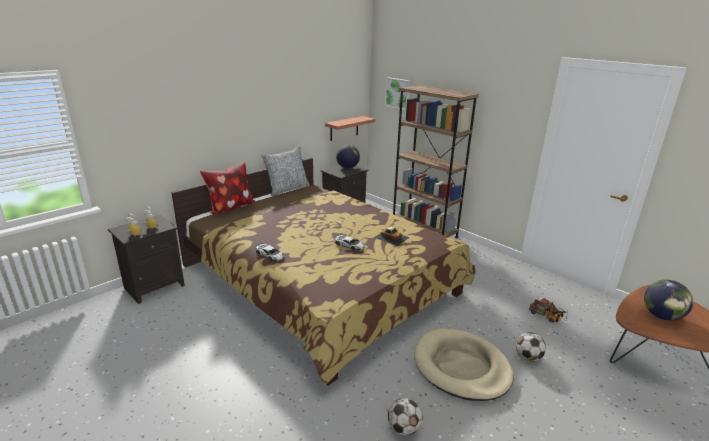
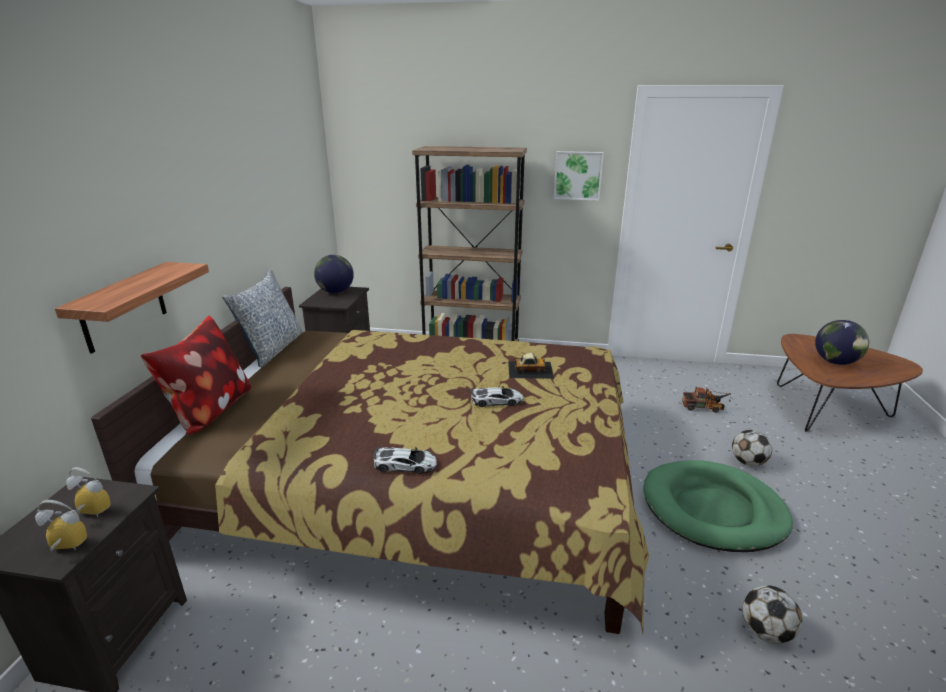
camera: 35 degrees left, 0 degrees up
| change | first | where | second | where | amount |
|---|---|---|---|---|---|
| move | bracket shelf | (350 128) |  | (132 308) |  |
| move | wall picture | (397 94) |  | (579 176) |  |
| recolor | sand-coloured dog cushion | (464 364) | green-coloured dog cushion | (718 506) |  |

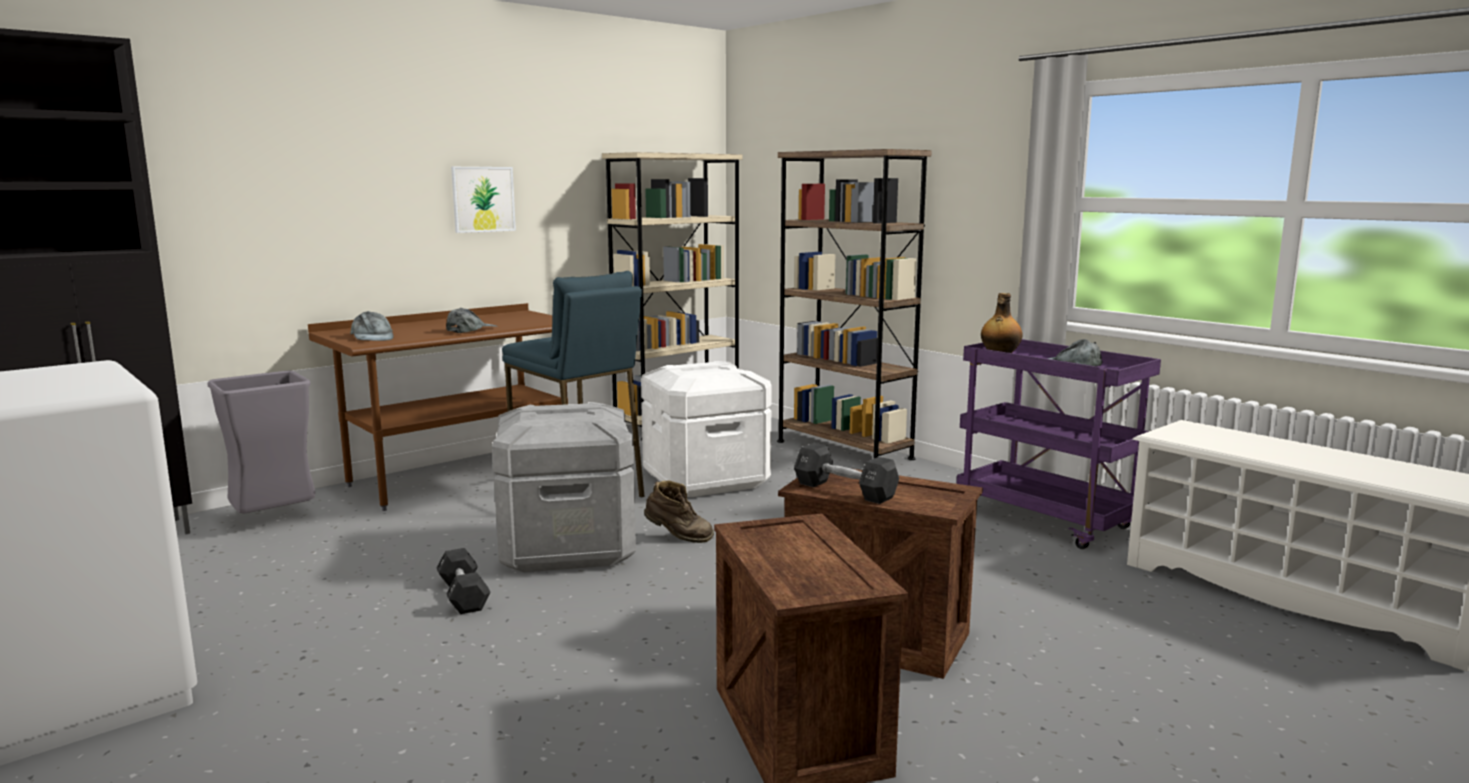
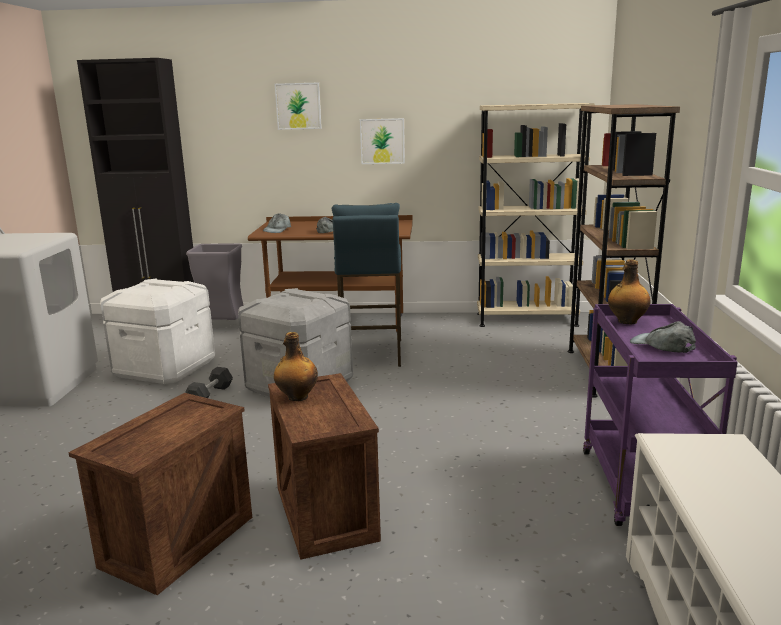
camera: 45 degrees right, 5 degrees up
| change | first | where | second | where | amount |
|---|---|---|---|---|---|
| move | white-coloured storage box | (706 429) |  | (157 331) |  |
| delete | brownish high-top boot | (679 511) |  |  |  |
| replace | blackish free weight | (846 473) | beverage bottle | (296 366) |  |
| insert |  |  | wall picture | (298 106) |  |

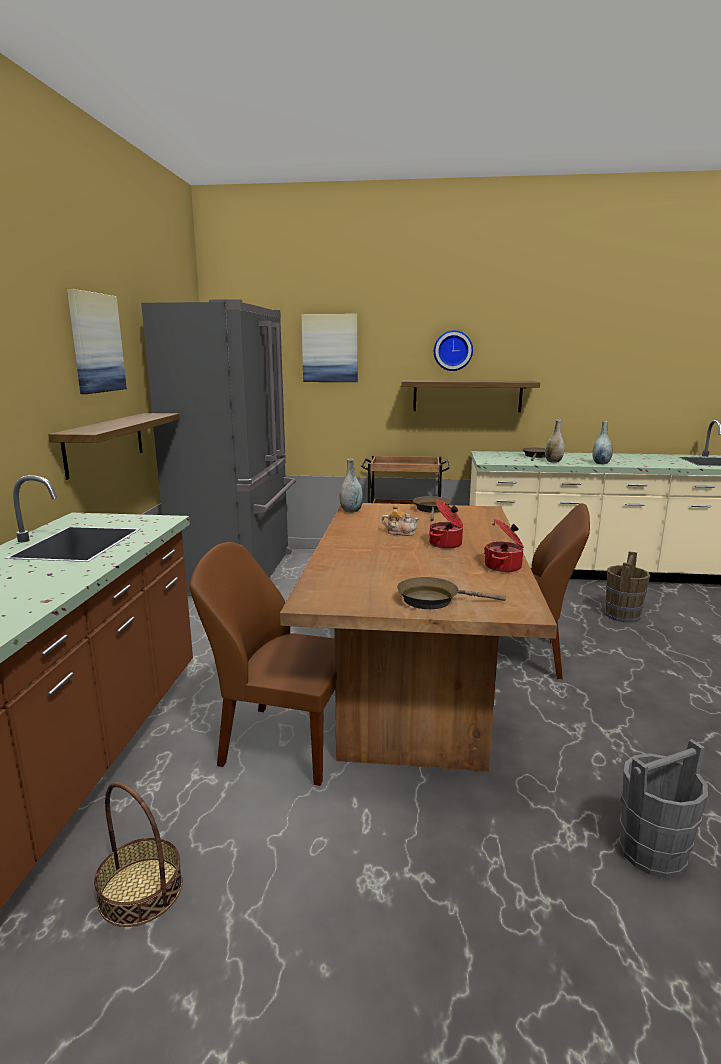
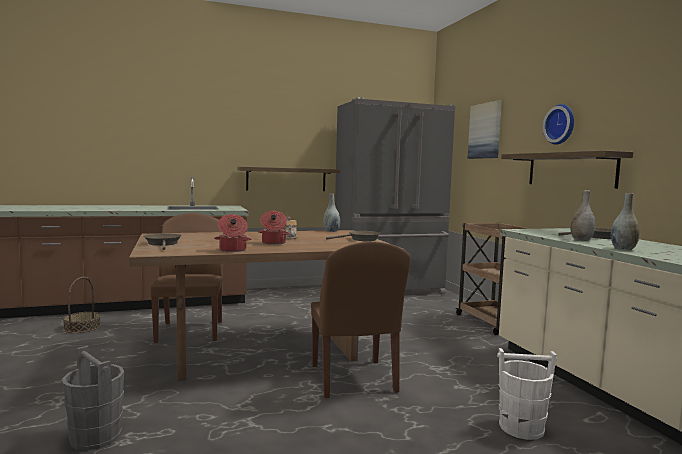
camera: 65 degrees right, 10 degrees down
| change | first | where | second | where | amount |
|---|---|---|---|---|---|
| delete | wall picture | (97 341) |  |  |  |
| recolor | brownish water bucket | (627 587) | white-coloured water bucket | (527 394) |  |

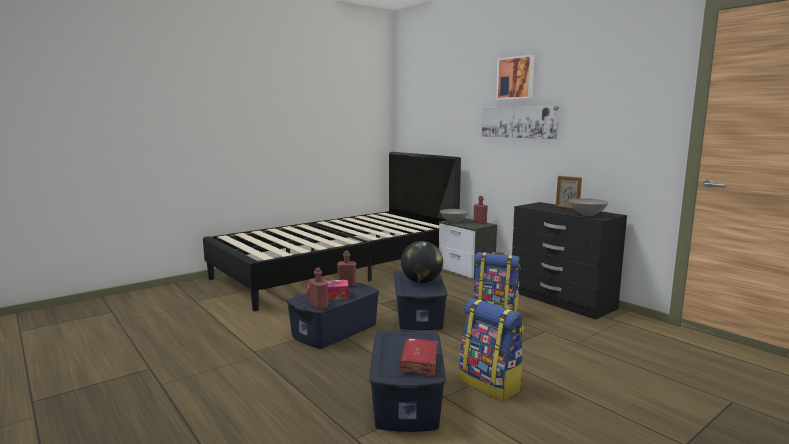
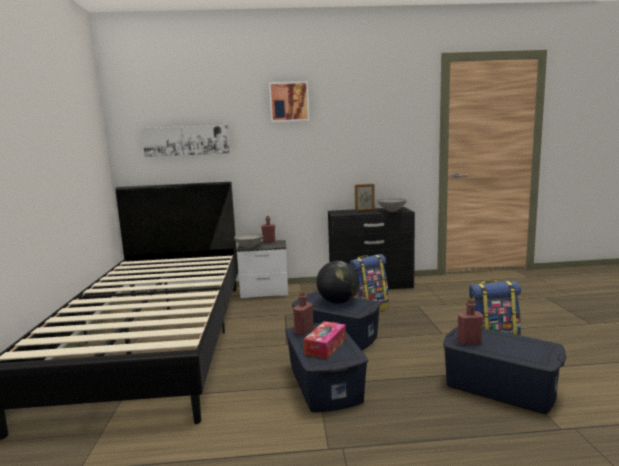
camera: 55 degrees left, 0 degrees up
| change | first | where | second | where | amount |
|---|---|---|---|---|---|
| move | reddish beverage bottle | (318 289) |  | (470 322) |  |
| delete | reddish book | (419 357) |  |  |  |
| move | wall picture | (520 122) |  | (186 141) |  |

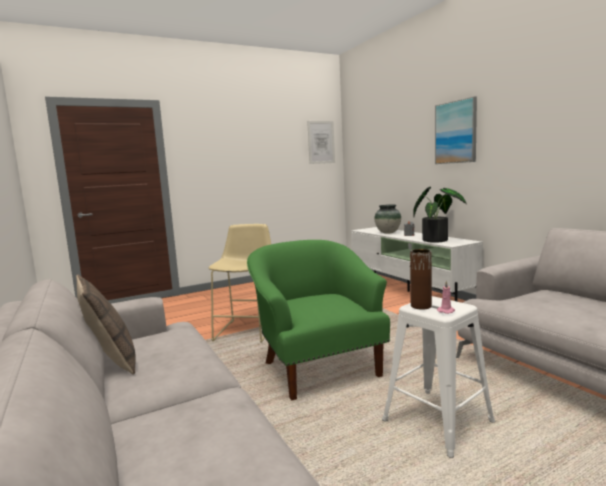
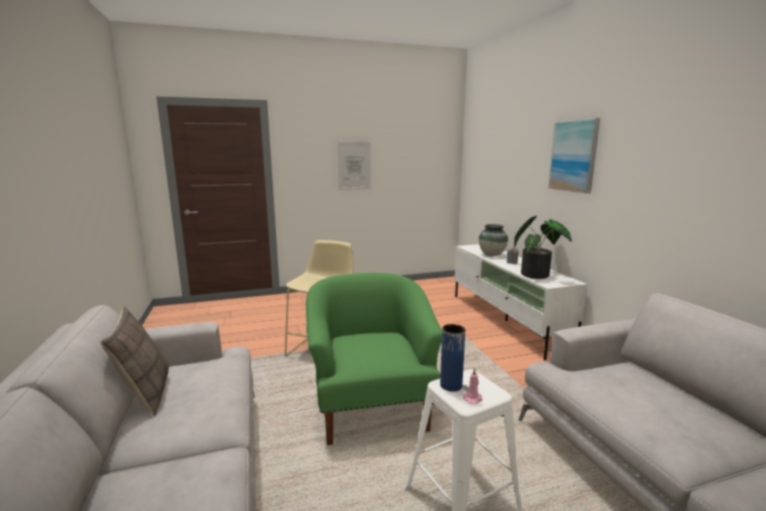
camera: 10 degrees right, 5 degrees up
| change | first | where | second | where | amount |
|---|---|---|---|---|---|
| move | wall picture | (321 142) |  | (354 166) |  |
| recolor | brownish decorative vase | (421 279) | blue-coloured decorative vase | (452 358) |  |

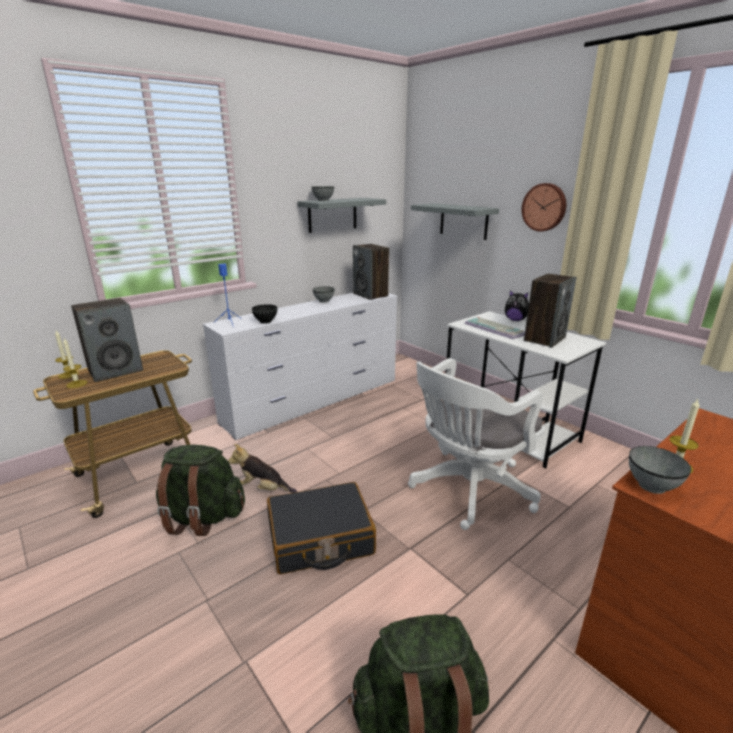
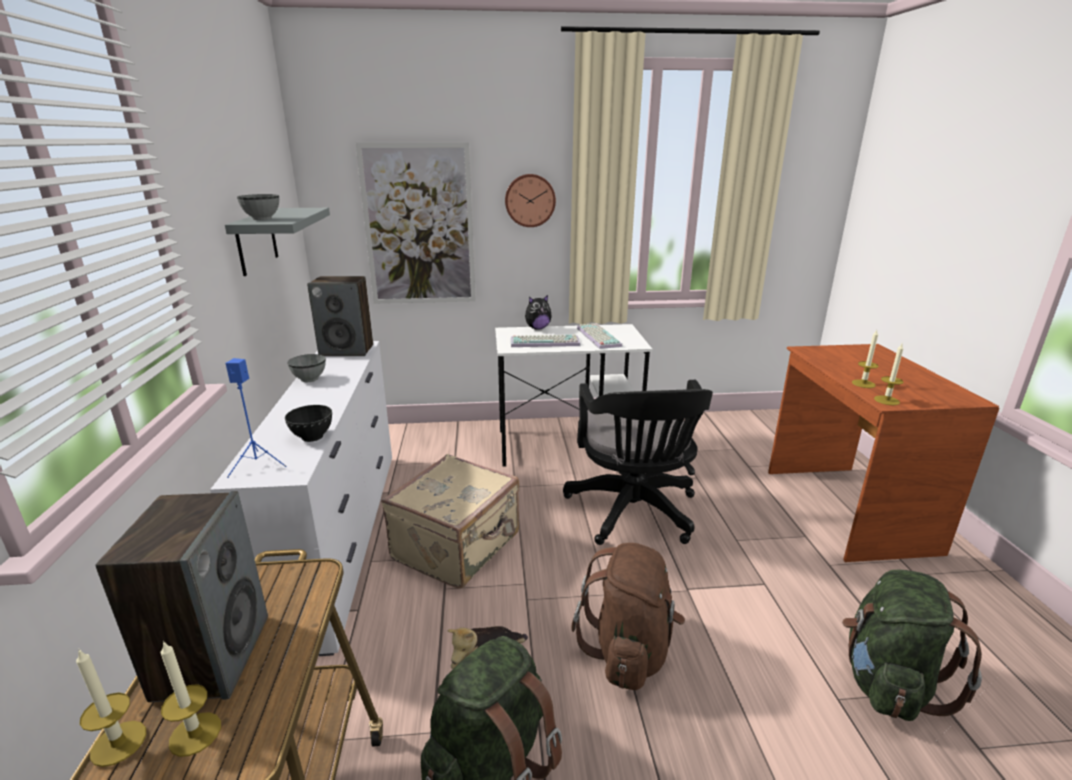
camera: 55 degrees left, 0 degrees up
| change | first | where | second | where | amount |
|---|---|---|---|---|---|
| replace | blackish piece of luggage | (321 528) | brownish knapsack | (628 616) |  |
| recolor | white-coloured computer chair | (476 444) | blackish computer chair | (638 462) |  |
| replace | greyish bracket shelf | (455 221) | wall picture | (416 223) |  |
| replace | speaker | (550 310) | keyboard | (600 336) |  |
| replace | greyish serving bowl | (660 470) | candle | (889 374) |  |
| insert |  |  | sand-coloured piece of luggage | (450 521) |  |

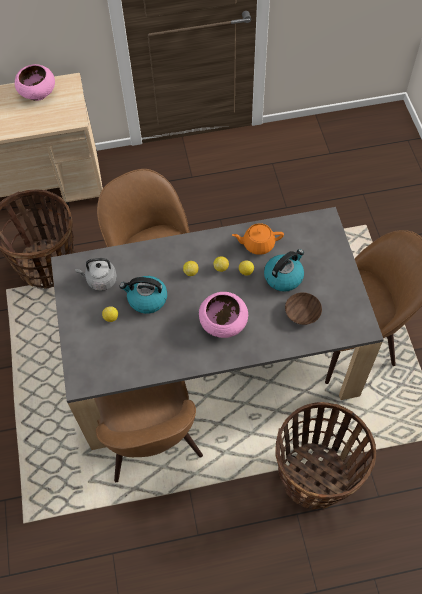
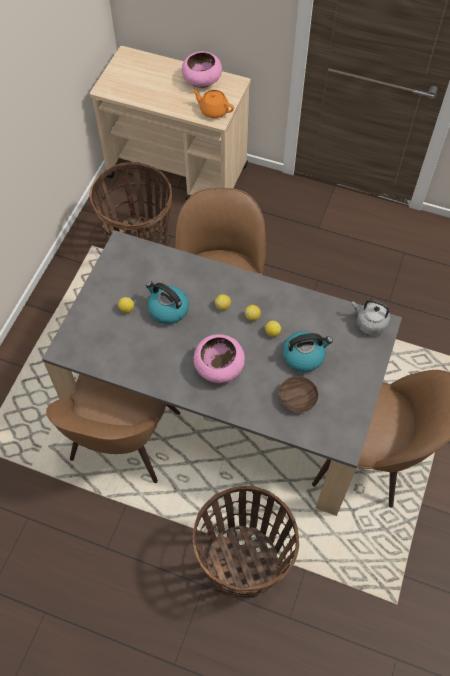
camera: 30 degrees right, 0 degrees up
| change | first | where | second | where | amount |
|---|---|---|---|---|---|
| move | greyish tea kettle | (96 274) |  | (371 317) |  |
| move | orangey pot for tea | (258 239) |  | (213 103) |  |

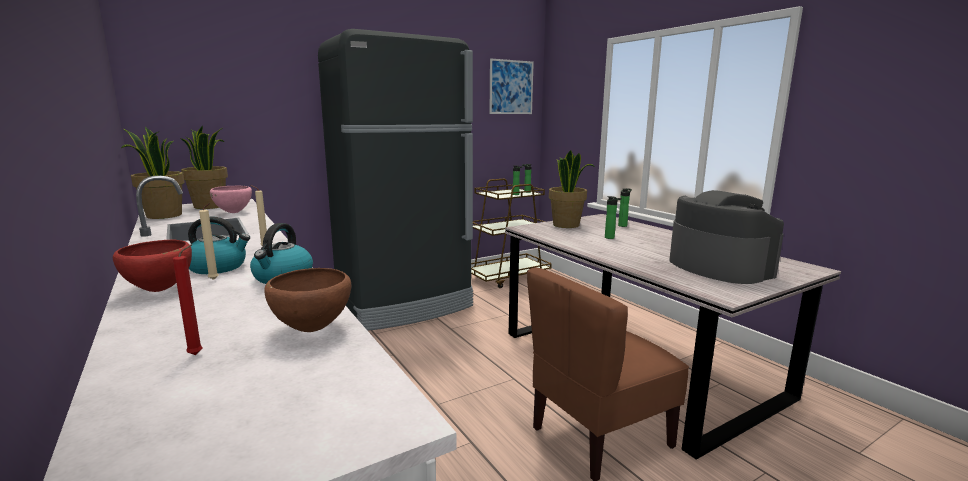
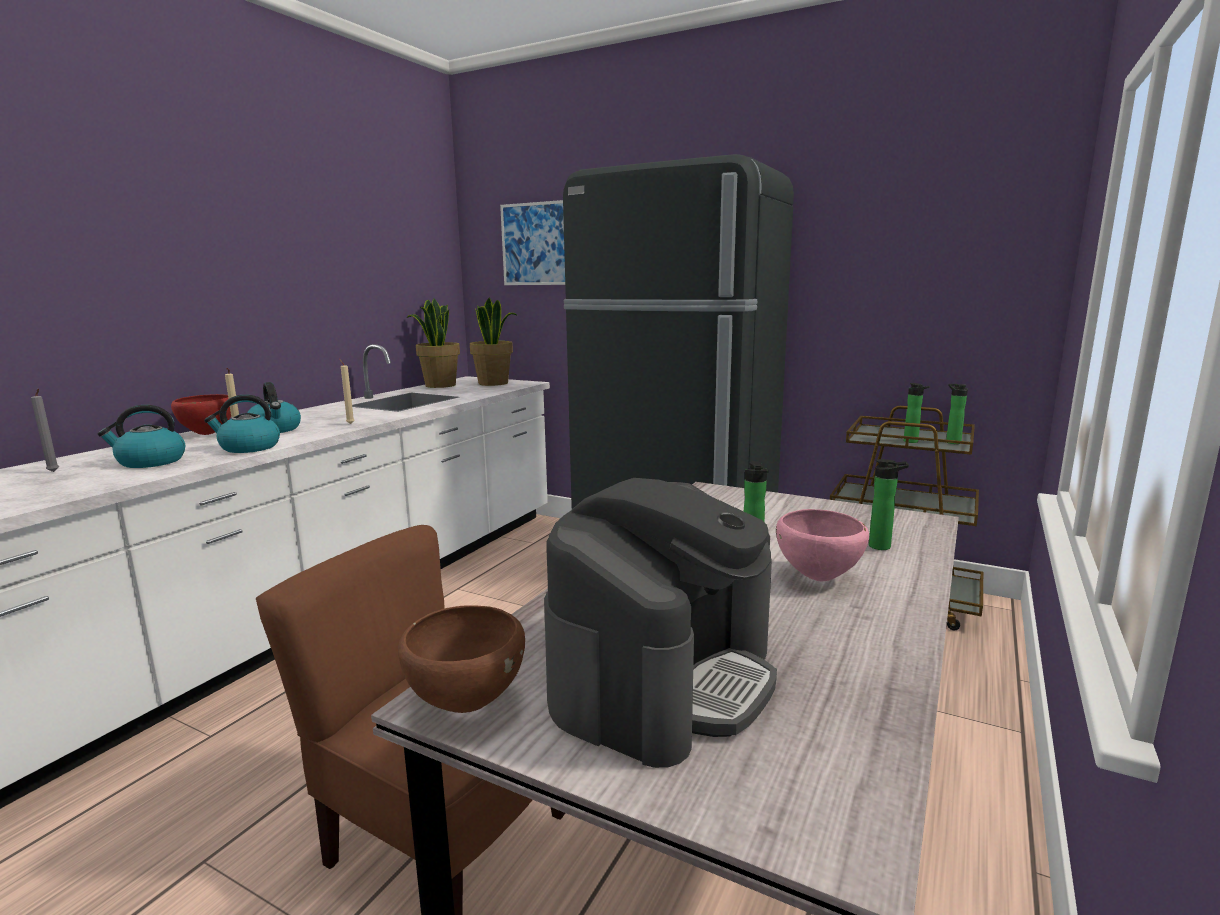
camera: 60 degrees right, 0 degrees up
| change | first | where | second | where | amount |
|---|---|---|---|---|---|
| recolor | reddish candle | (188 299) | greyish candle | (45 430) |  |
| move | pink-coloured serving bowl | (231 199) |  | (822 545) |  |
| move | brownish serving bowl | (307 300) |  | (461 659) |  |
| move | wall picture | (512 86) |  | (532 242) |  |
| delete | potted plant | (572 189) |  |  |  |
| insert |  |  | tea kettle | (141 436) |  |

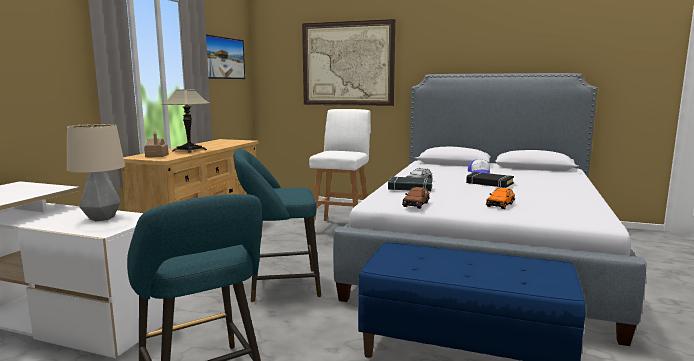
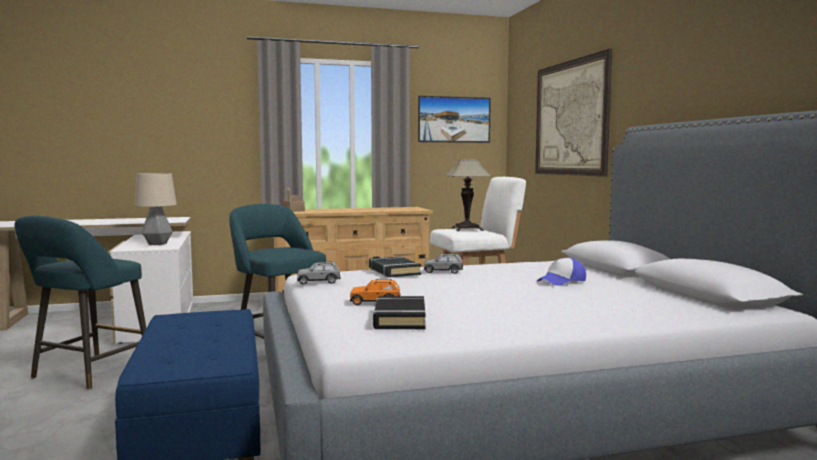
camera: 55 degrees right, 5 degrees down
| change | first | where | second | where | amount |
|---|---|---|---|---|---|
| move | lamp for a table | (187 121) |  | (468 195) |  |
| recolor | brownish model car | (416 198) | greyish model car | (319 273) |  |
| move | blackish book | (490 180) |  | (399 312) |  |

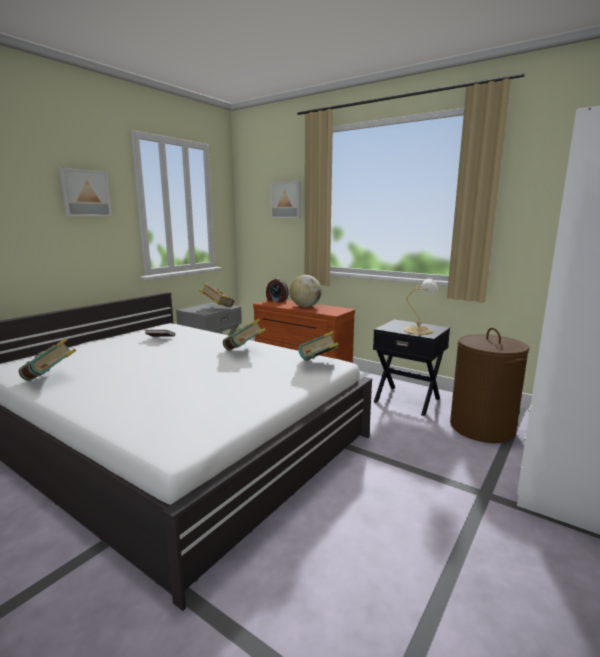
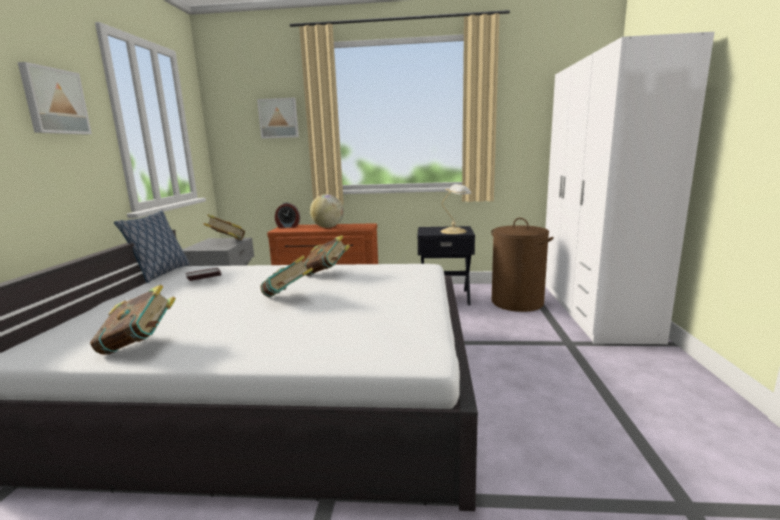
camera: 30 degrees left, 0 degrees up
| change | first | where | second | where | amount |
|---|---|---|---|---|---|
| move | book | (319 346) |  | (286 276) |  |
| insert |  |  | throw pillow | (152 246) |  |

